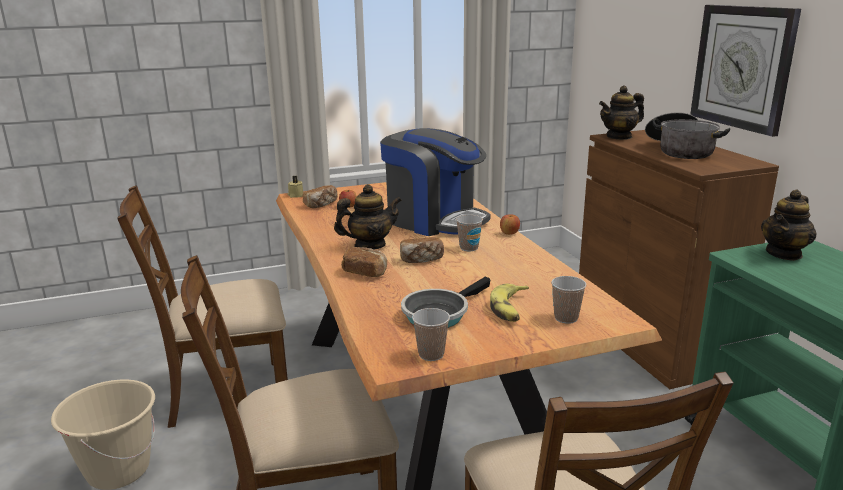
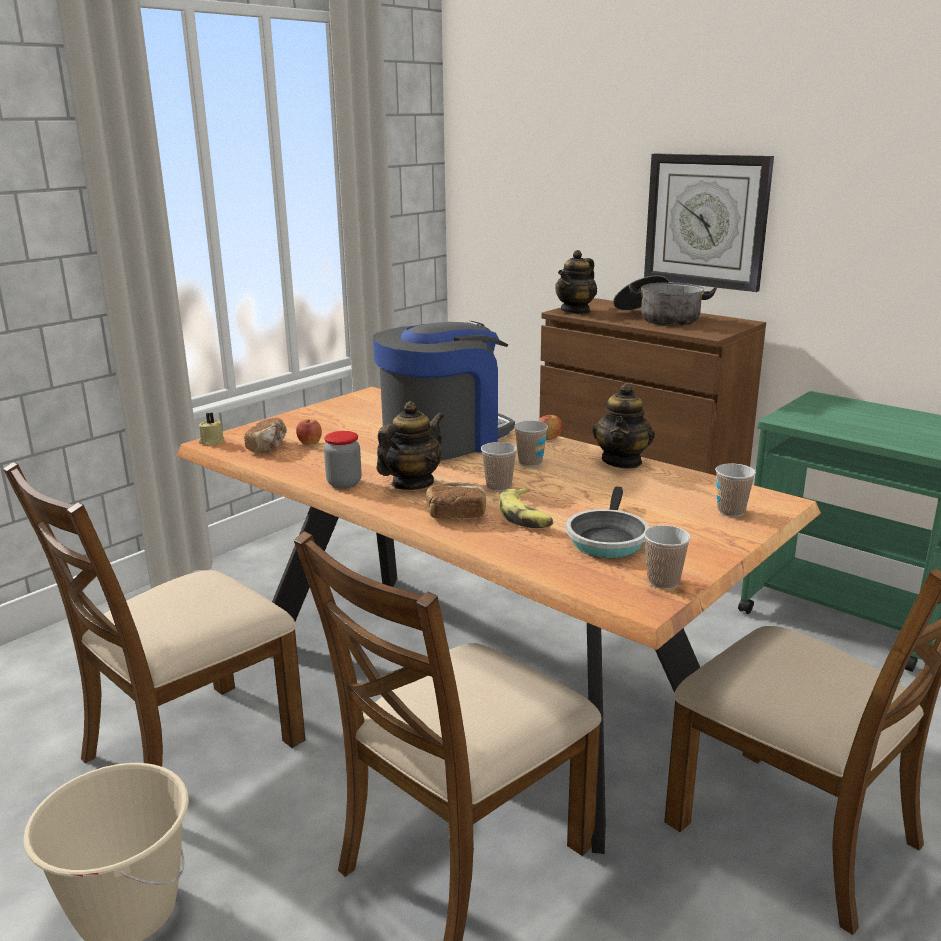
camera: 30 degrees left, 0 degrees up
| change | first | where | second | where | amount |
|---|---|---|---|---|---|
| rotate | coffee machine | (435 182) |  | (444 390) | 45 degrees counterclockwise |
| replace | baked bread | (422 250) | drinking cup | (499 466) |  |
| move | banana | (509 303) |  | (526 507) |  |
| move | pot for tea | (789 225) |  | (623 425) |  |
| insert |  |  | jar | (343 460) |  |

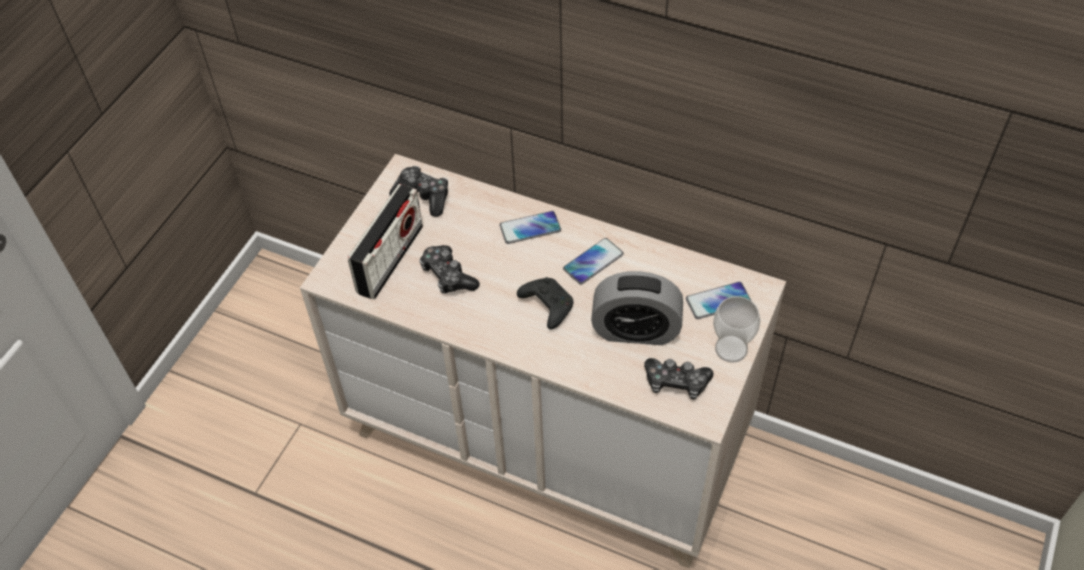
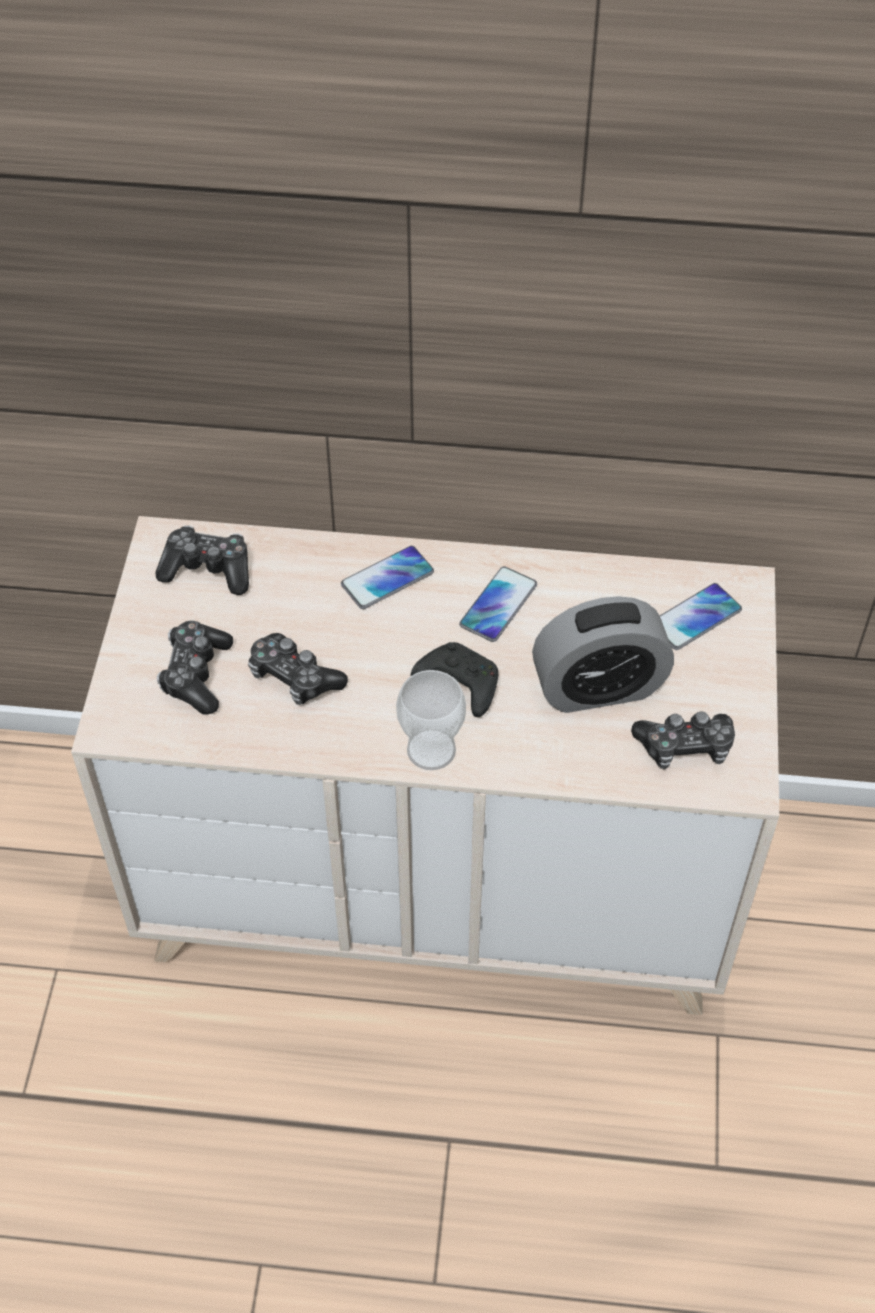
camera: 20 degrees left, 0 degrees up
| change | first | where | second | where | amount |
|---|---|---|---|---|---|
| replace | radio receiver | (385 242) | gamepad | (195 668) |  |
| move | drinking cup | (736 329) |  | (431 720) |  |

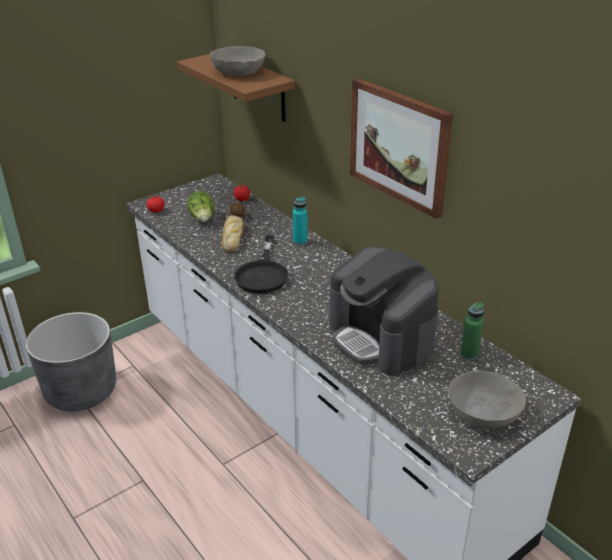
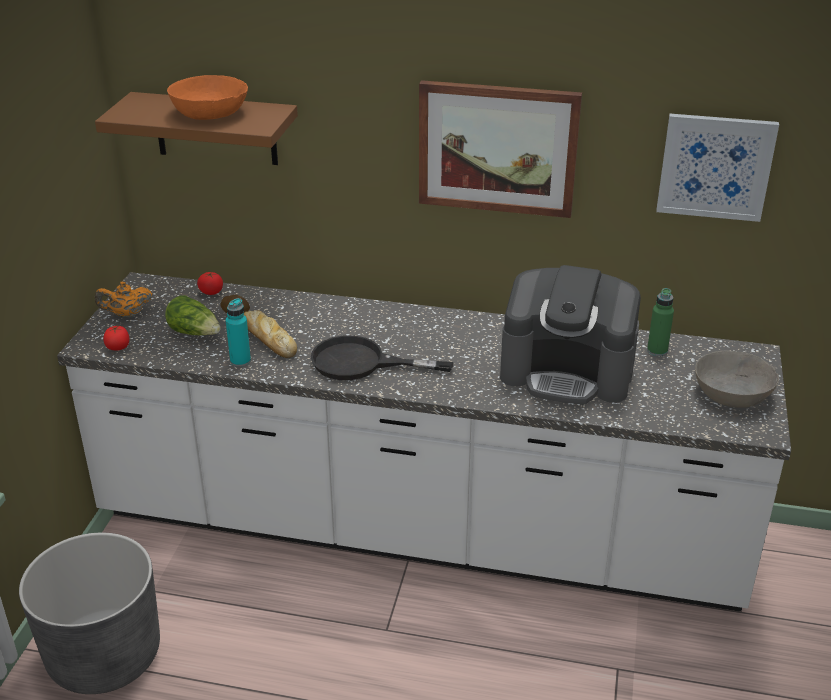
camera: 40 degrees left, 0 degrees up
| change | first | where | second | where | amount |
|---|---|---|---|---|---|
| recolor | greyish serving bowl | (237 61) | orangey serving bowl | (207 97) |  |
| rotate | blackish frying pan | (261 264) |  | (382 357) | 135 degrees clockwise |
| move | turquoise-coloured beverage bottle | (299 221) |  | (238 332) |  |
| insert |  |  | orangey pot for tea | (123 300) |  |
| insert |  |  | wall picture | (717 168) |  |

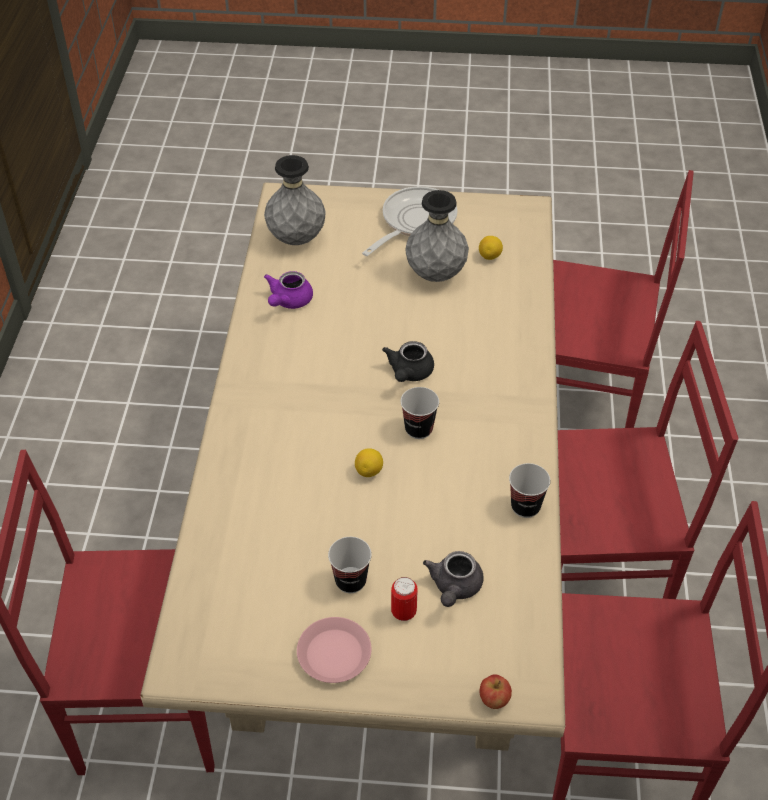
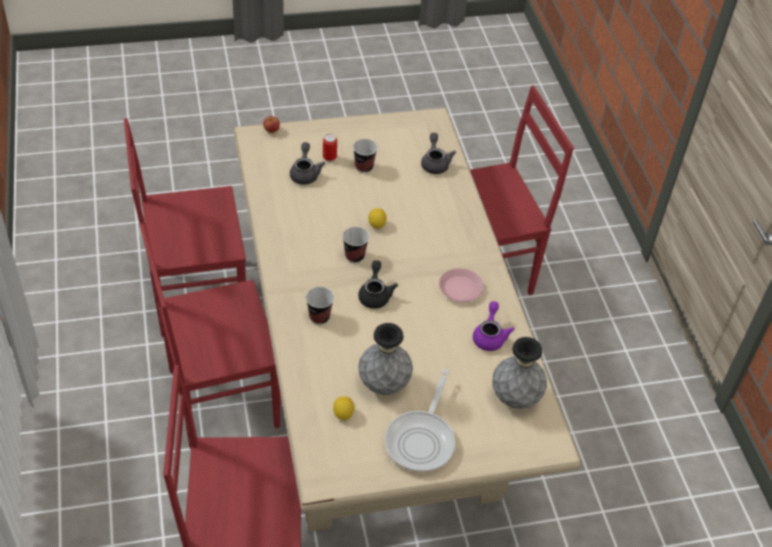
camera: 160 degrees right, 0 degrees up
| change | first | where | second | where | amount |
|---|---|---|---|---|---|
| move | pink-coloured dinner plate | (334 650) |  | (461 285) |  |
| move | drinking cup | (529 490) |  | (320 306) |  |
| insert |  |  | greyish pot for tea | (438 153) |  |

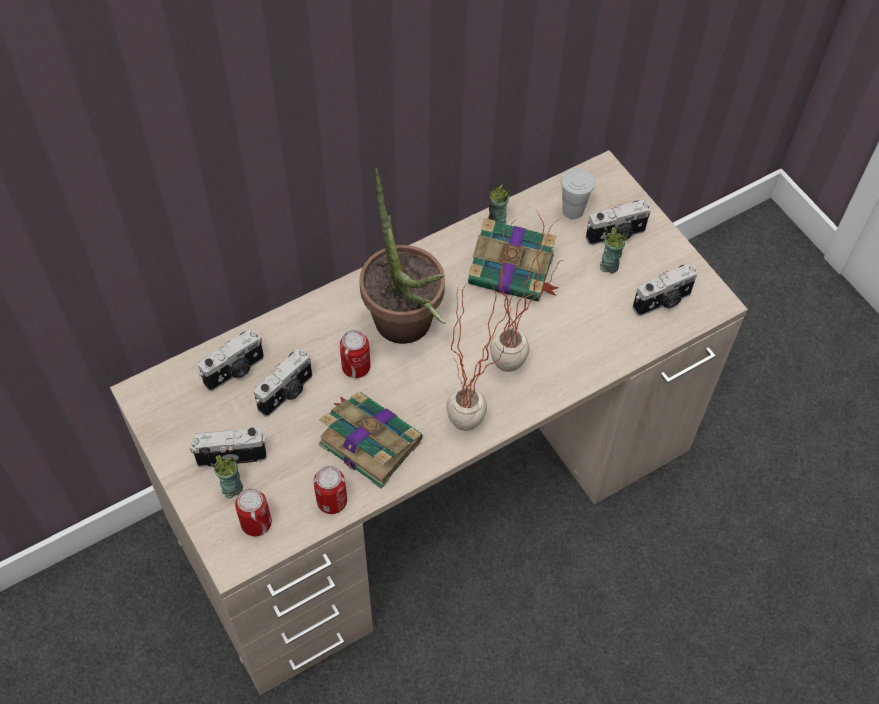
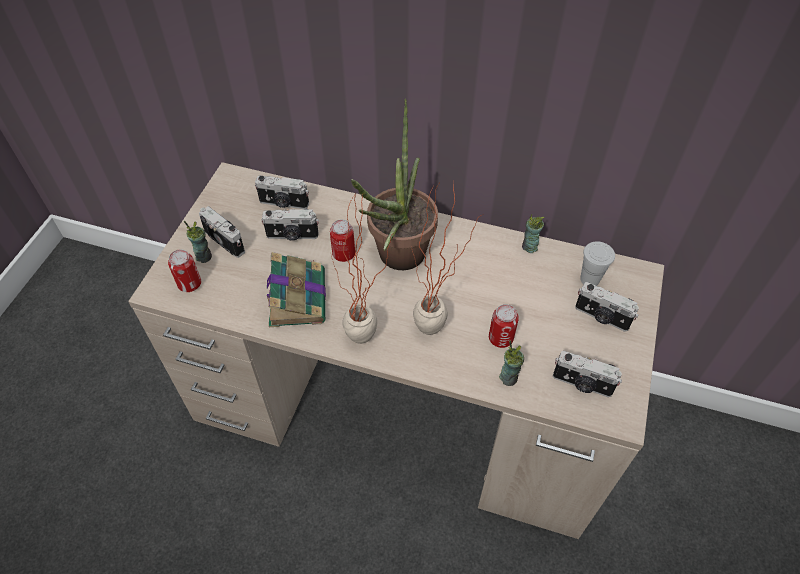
camera: 50 degrees right, 5 degrees down
| change | first | where | second | where | amount |
|---|---|---|---|---|---|
| move | sealed can | (330 490) |  | (504 326) |  |
| delete | book | (513 259) |  |  |  |
| move | drinking cup | (613 250) |  | (511 363) |  |

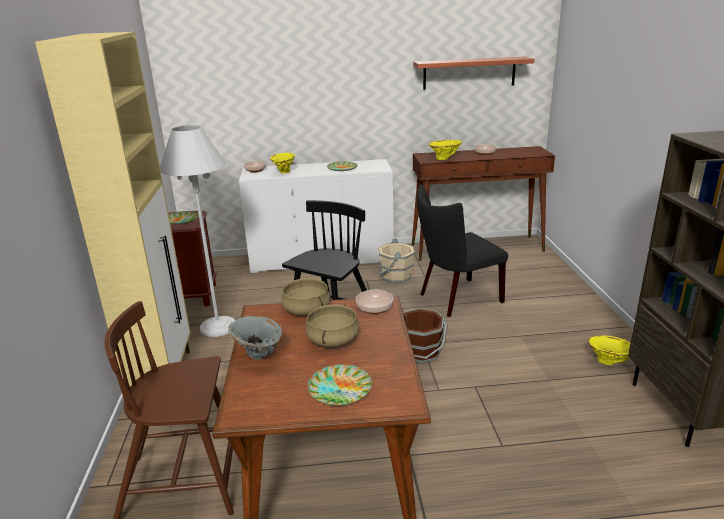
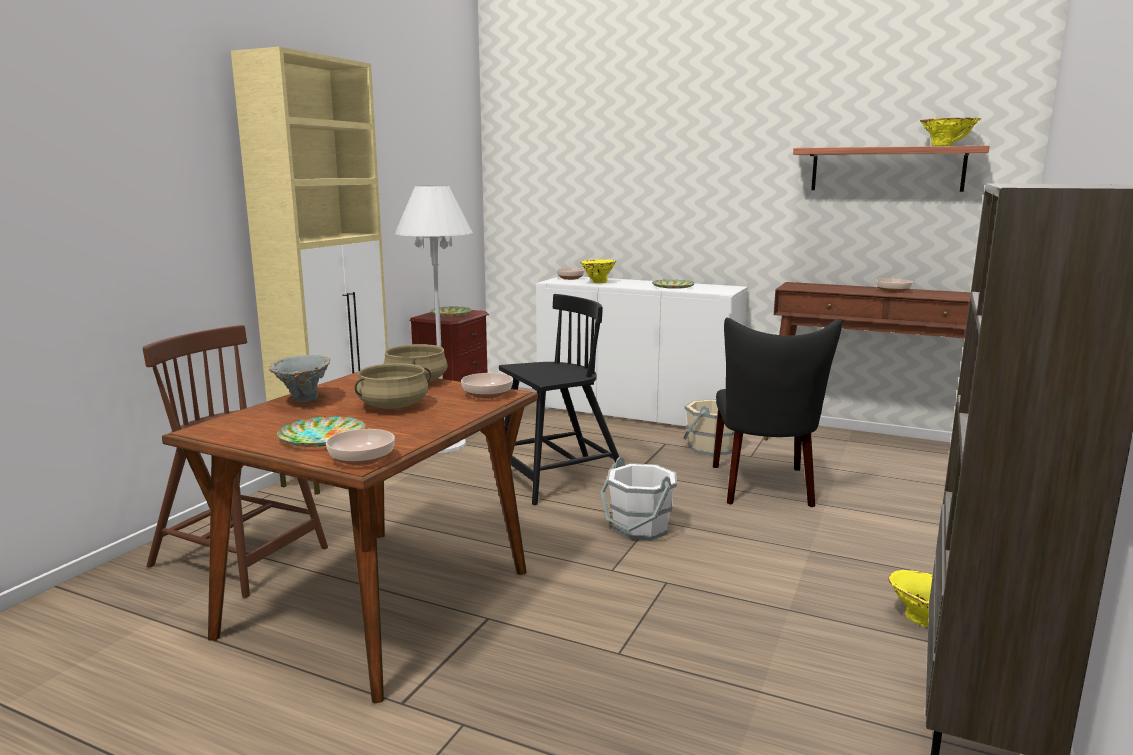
camera: 30 degrees right, 10 degrees down
| change | first | where | second | where | amount |
|---|---|---|---|---|---|
| recolor | brownish water bucket | (425 335) | white-coloured water bucket | (638 498) |  |
| rotate | blackish plain chair | (462 250) |  | (777 412) | 90 degrees counterclockwise |
| move | yellowish decorative vase | (445 150) |  | (950 132) |  |
| insert |  |  | serving bowl | (360 447) |  |

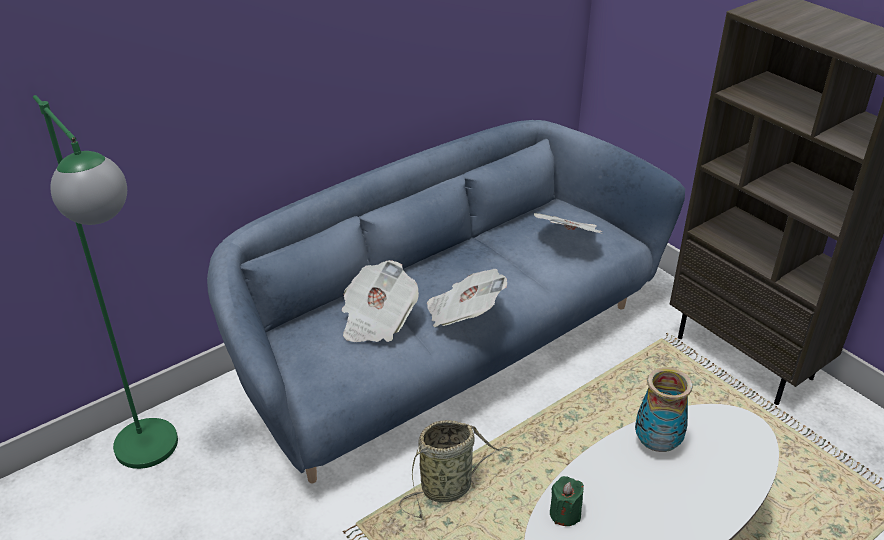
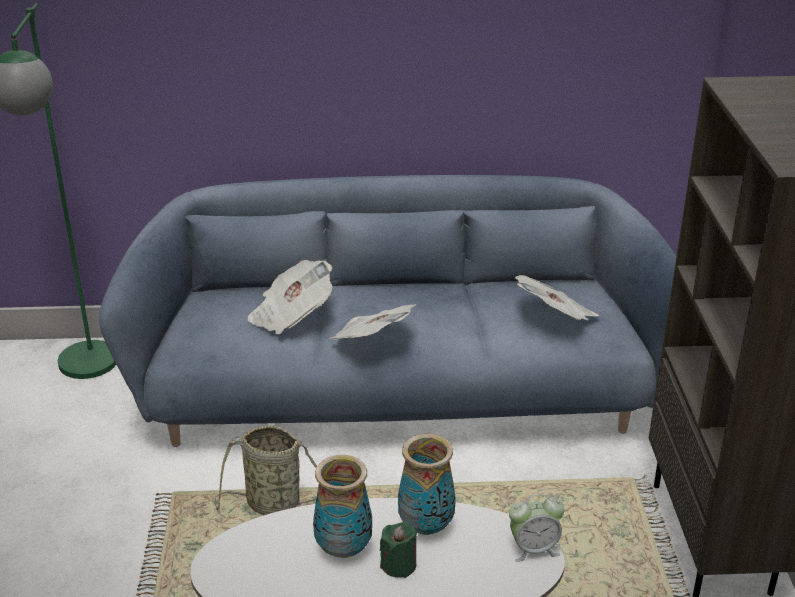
camera: 35 degrees right, 5 degrees down
| change | first | where | second | where | amount |
|---|---|---|---|---|---|
| move | green-coloured candle | (567 501) |  | (398 550) |  |
| insert |  |  | decorative vase | (342 506) |  |
| insert |  |  | table clock | (536 528) |  |

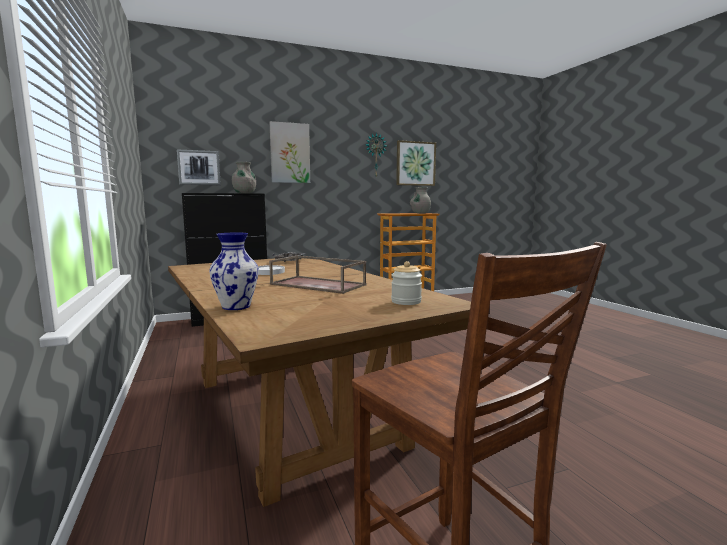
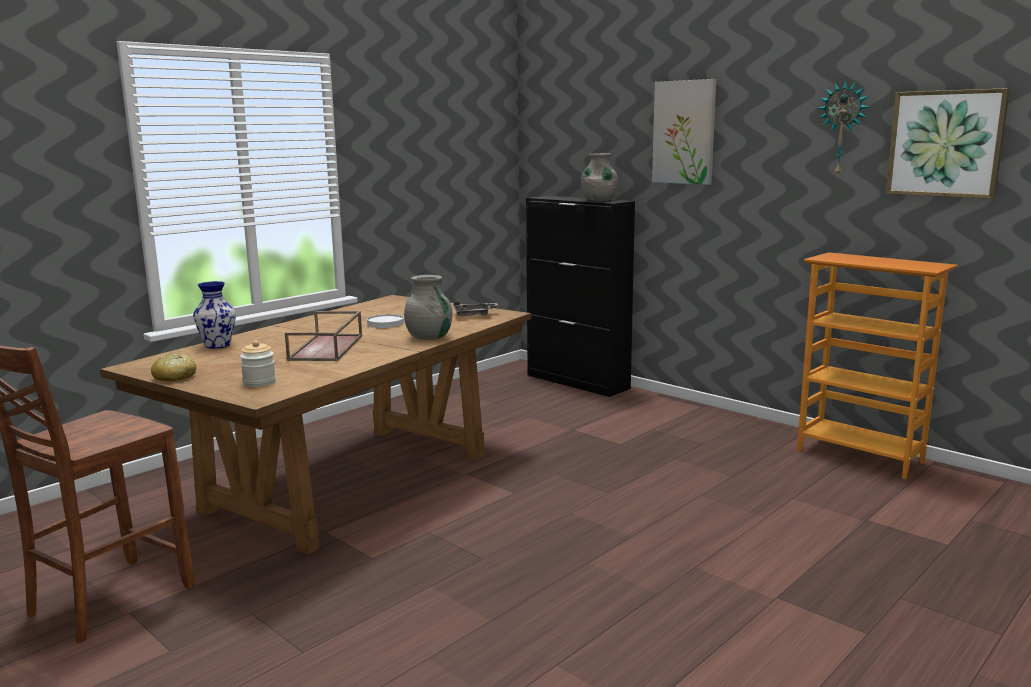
camera: 65 degrees right, 5 degrees up
| change | first | where | second | where | amount |
|---|---|---|---|---|---|
| delete | wall picture | (199 167) |  |  |  |
| move | greyish decorative vase | (420 200) |  | (428 307) |  |
| insert |  |  | baked bread | (174 367) |  |

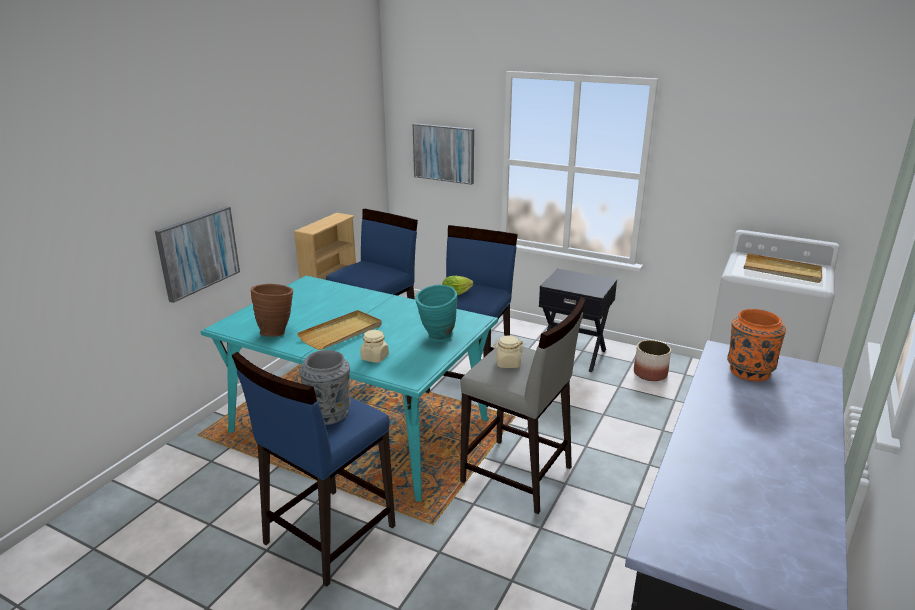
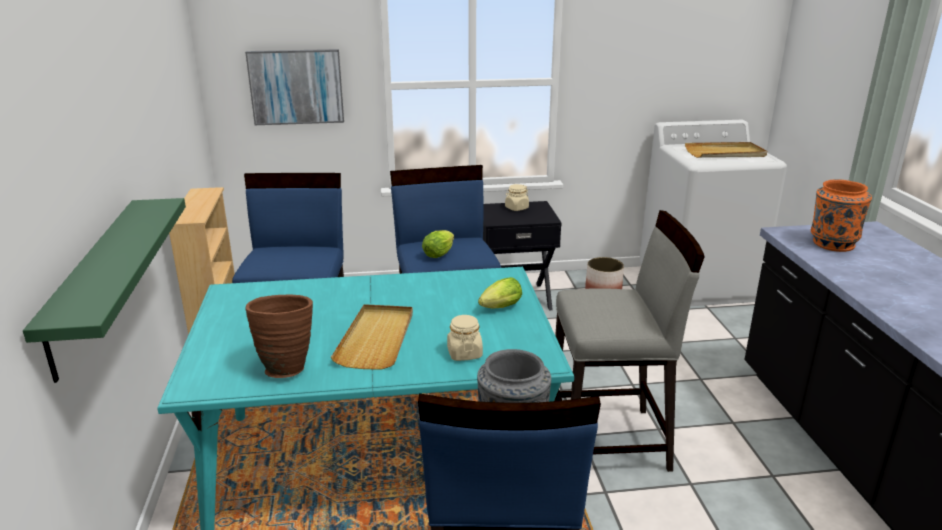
camera: 35 degrees left, 0 degrees up
| change | first | where | second | where | amount |
|---|---|---|---|---|---|
| replace | wall picture | (197 254) | green-coloured bracket shelf | (104 290) |  |
| replace | turquoise-coloured decorative vase | (436 313) | lettuce | (500 292) |  |
| move | sand-coloured jar | (508 351) |  | (517 197) |  |

